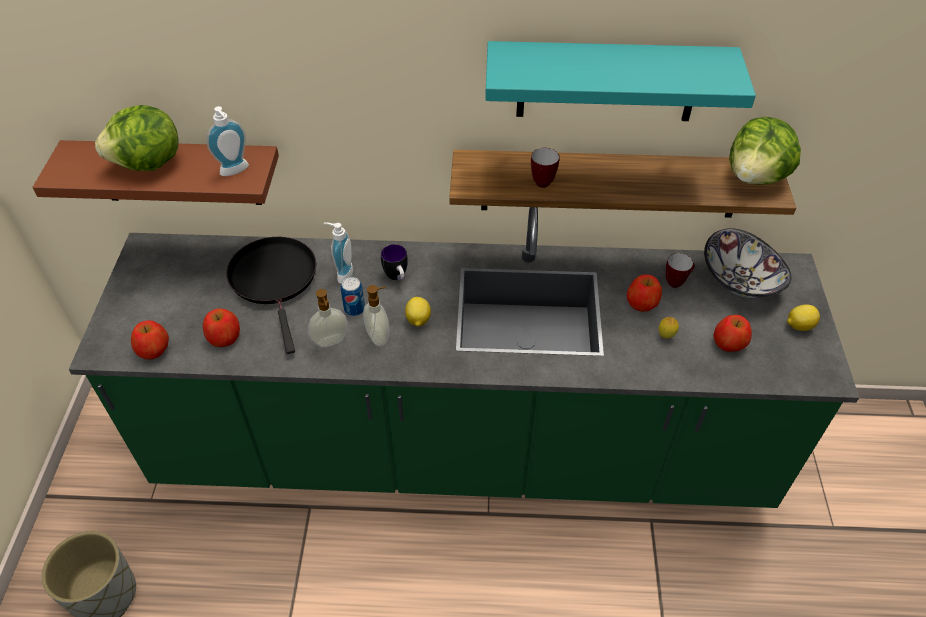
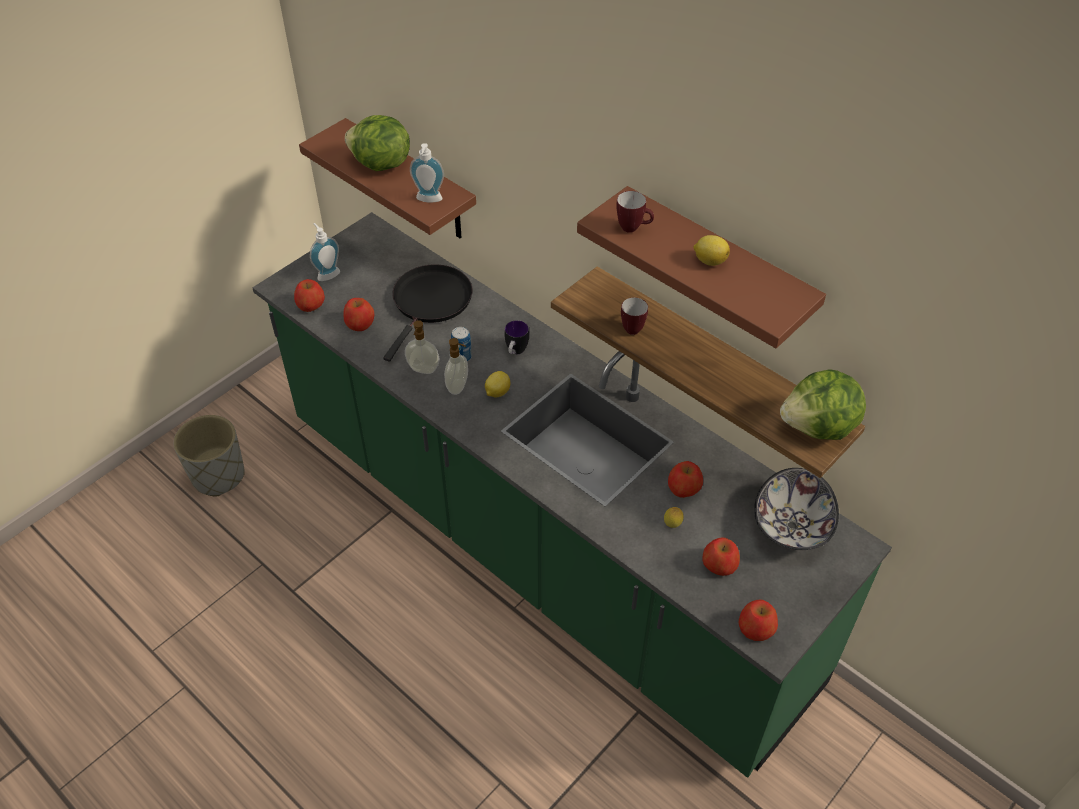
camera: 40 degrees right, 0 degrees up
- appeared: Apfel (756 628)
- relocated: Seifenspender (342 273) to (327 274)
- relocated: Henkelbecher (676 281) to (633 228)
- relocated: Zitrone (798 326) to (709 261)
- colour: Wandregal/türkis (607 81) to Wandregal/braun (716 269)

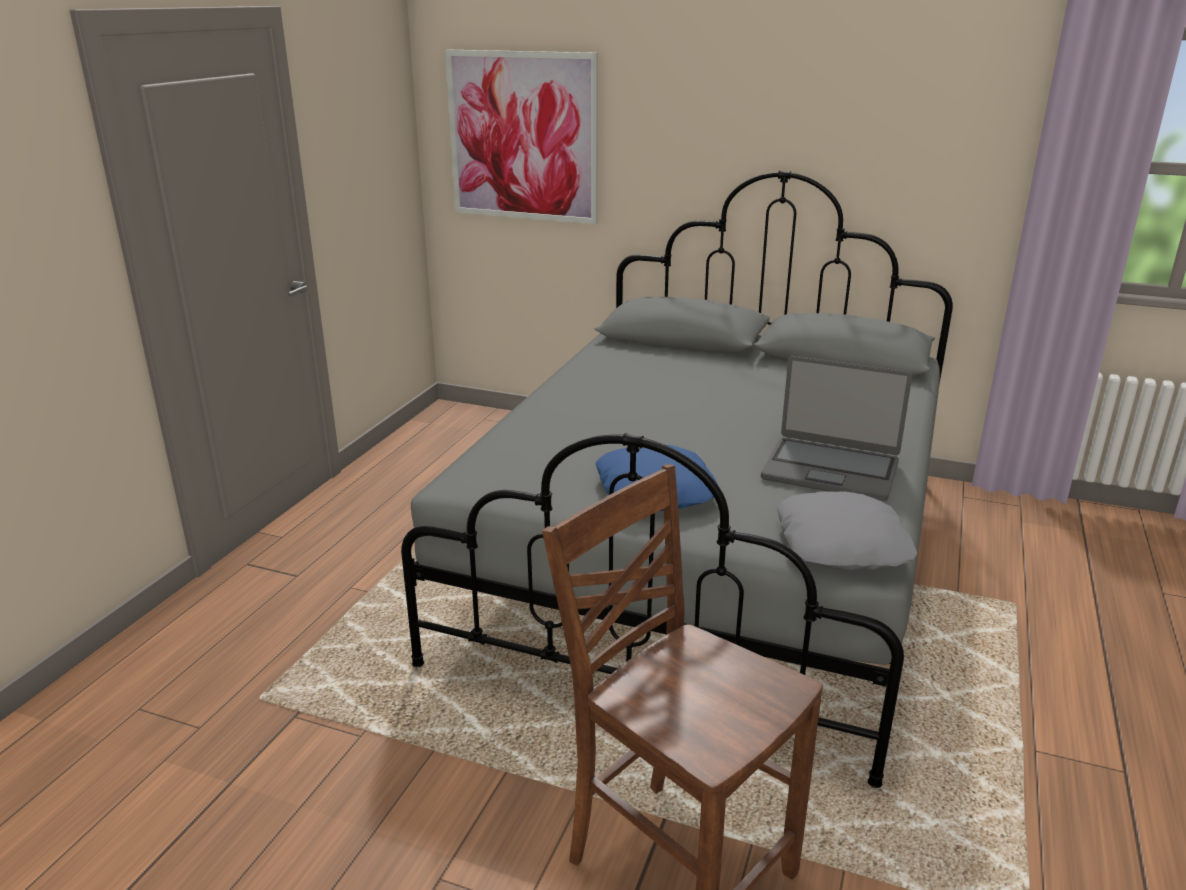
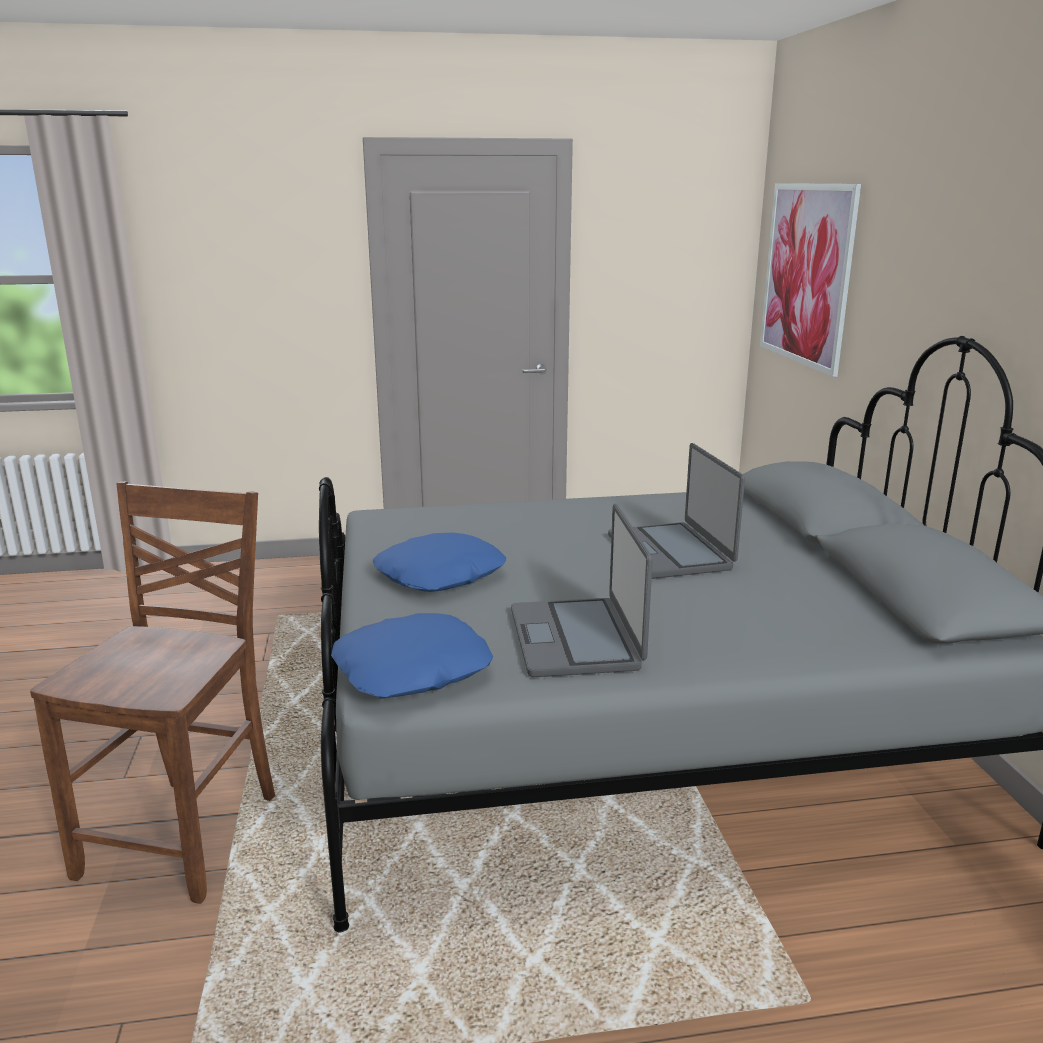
camera: 60 degrees right, 5 degrees down
- appeared: Laptop (671 552)
- colour: Kissen/grau (842 544) to Kissen/blau (413 670)

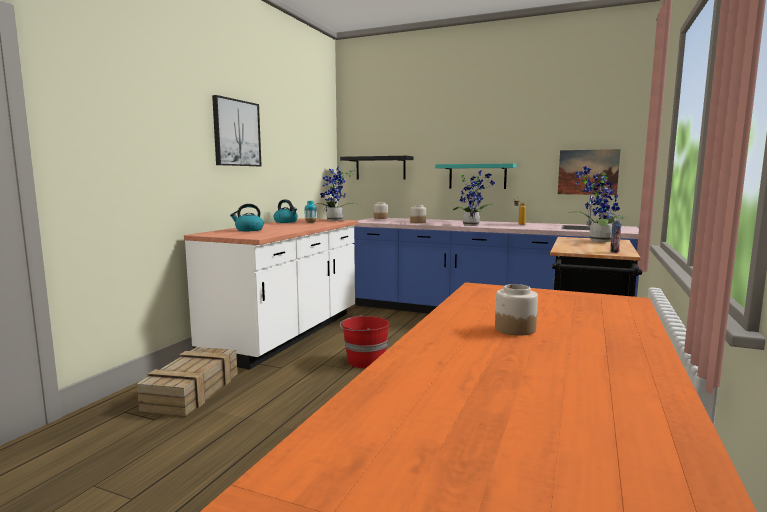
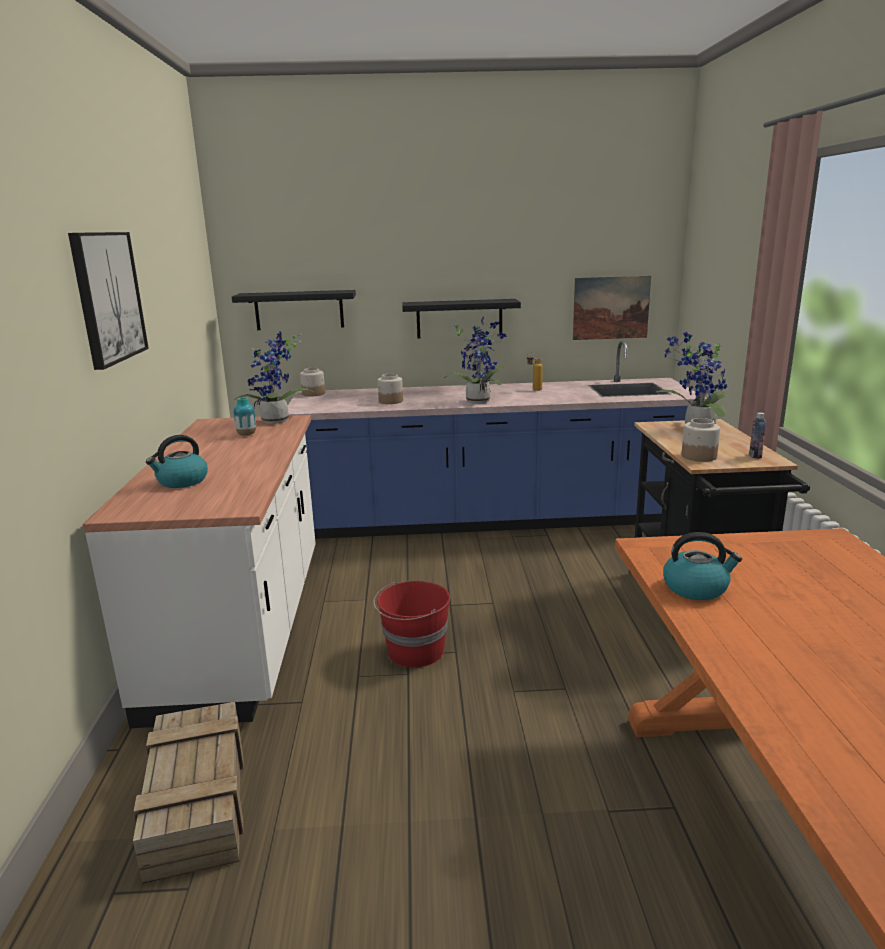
camera: 25 degrees left, 10 degrees up
- relocated: Wasserkessel (286 222) to (696 588)
- relocated: Vorratsglas (514 329) to (698 456)
- colour: Wandregal/türkis (477 176) to Wandregal/schwarz (459 318)

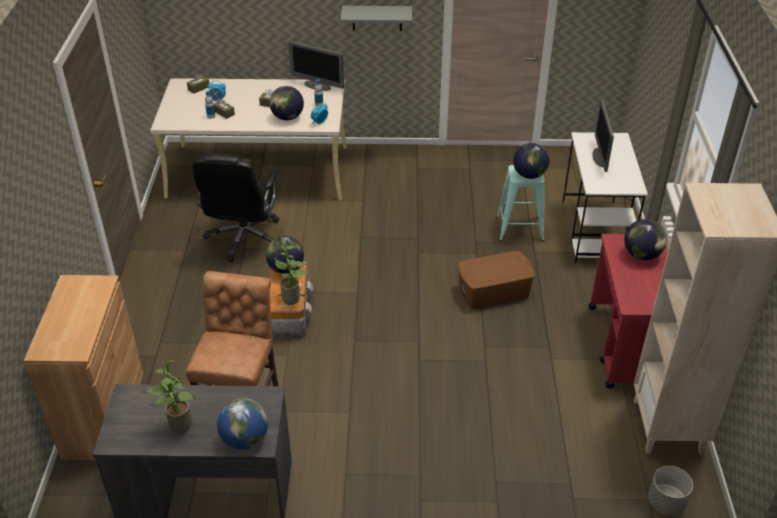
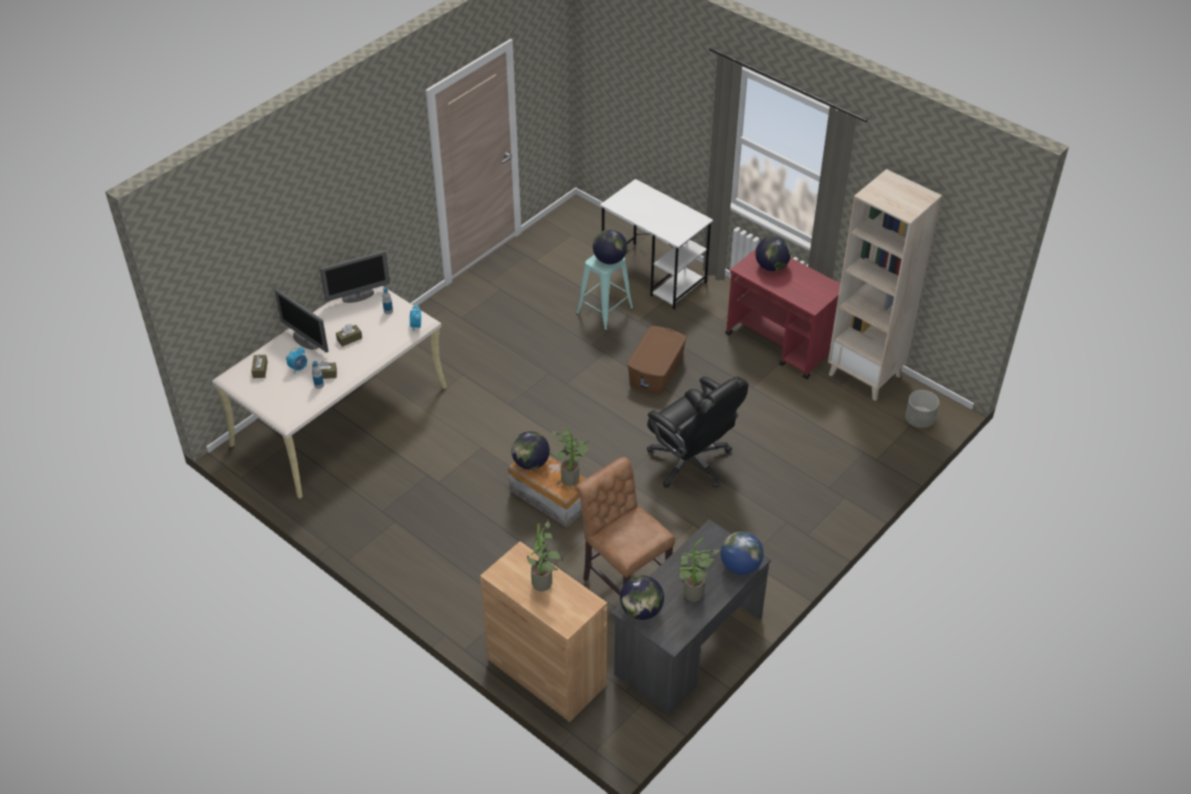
camera: 50 degrees left, 5 degrees up
- missing: Wandregal/grau (377 18)
- appeared: Topfpflanze (545 584)
- relocated: Bürostuhl/schwarz (244 238) to (691 462)
- relocated: Globus (287 117) to (641 610)
- relocated: Monitor (600 158) to (305 340)

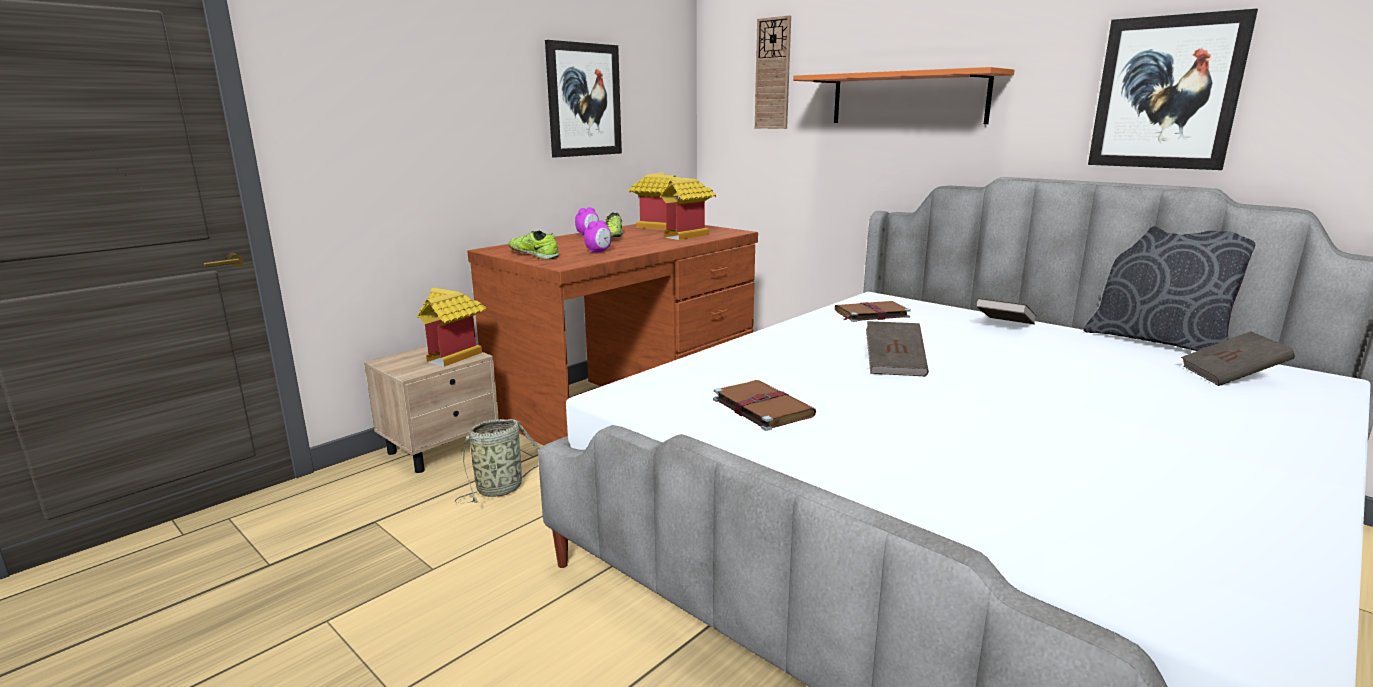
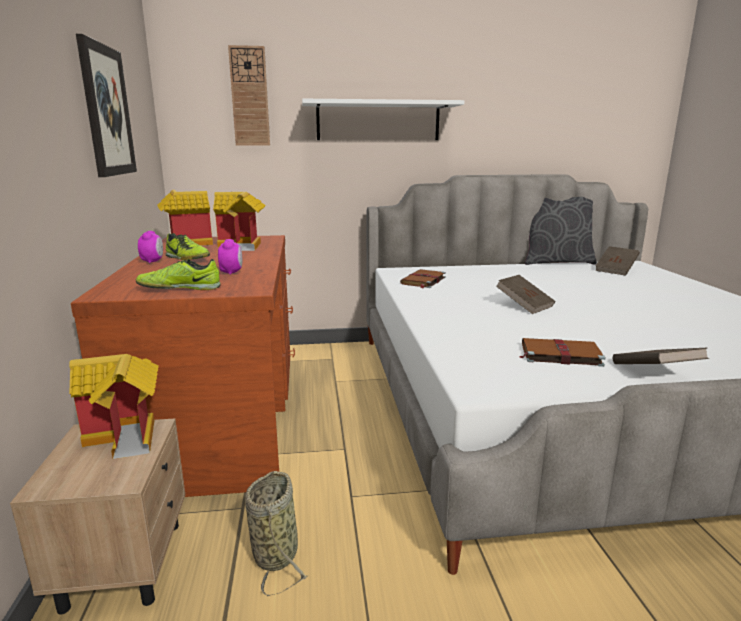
camera: 50 degrees left, 0 degrees up
- missing: Bild (1166 93)
- relocated: Buch/braun (1004 326) to (654 373)
- colour: Wandregal/orange (907 98) to Wandregal/weiß (378 121)

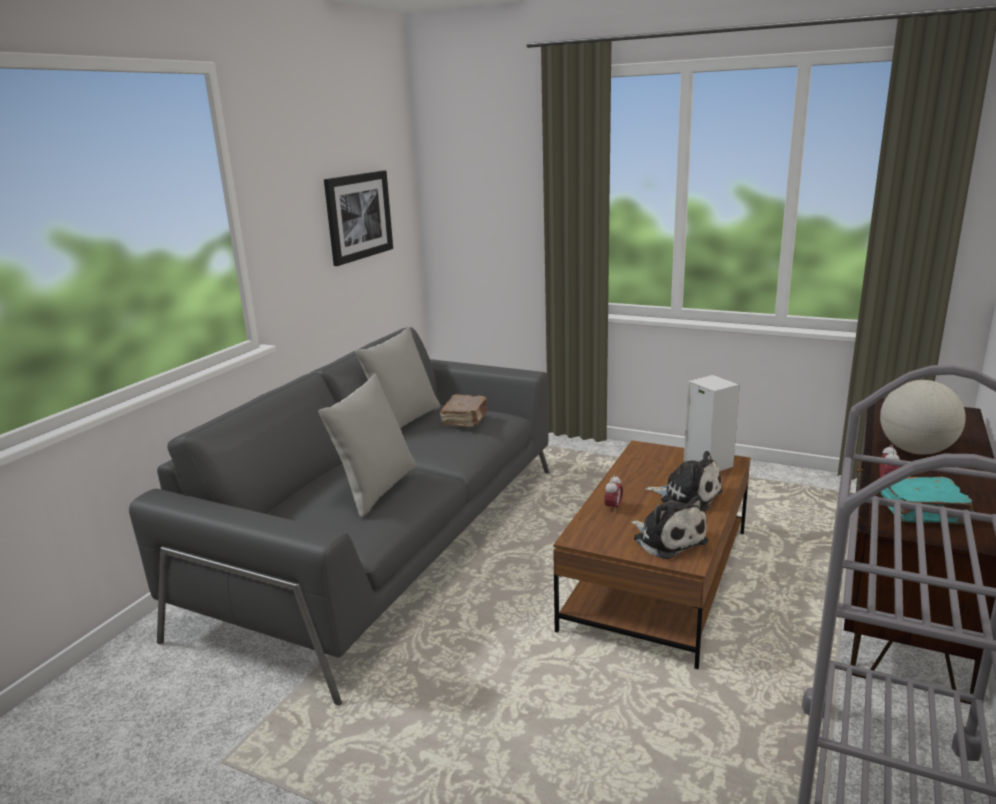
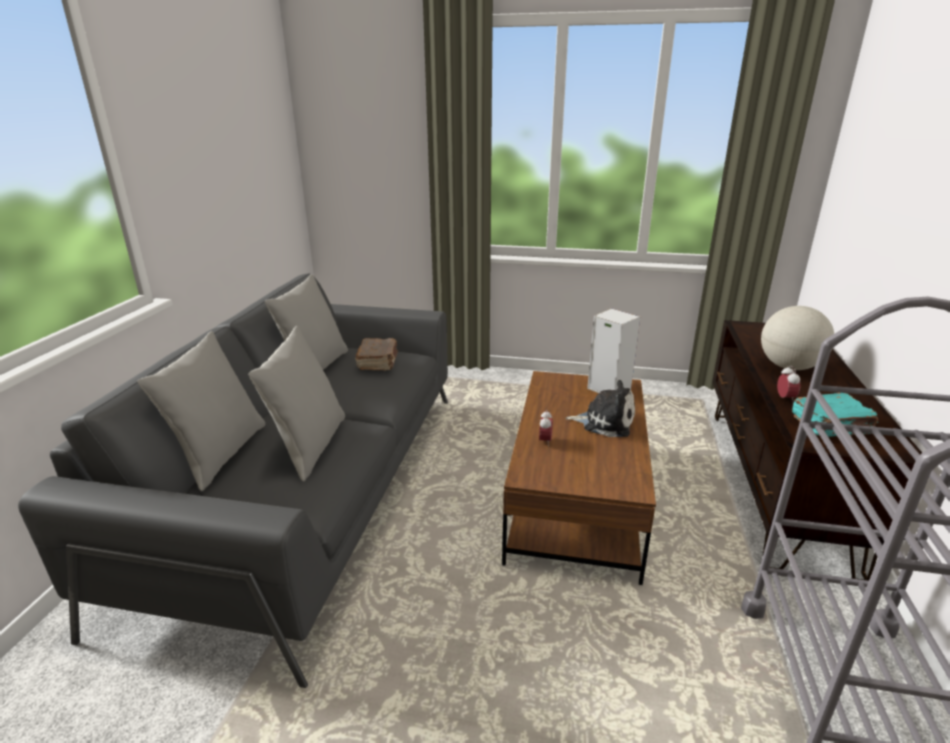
camera: 15 degrees left, 5 degrees up
- missing: Bild (358 216)
- missing: Plüschtier (667 539)
- appeared: Kissen/grau (220 454)

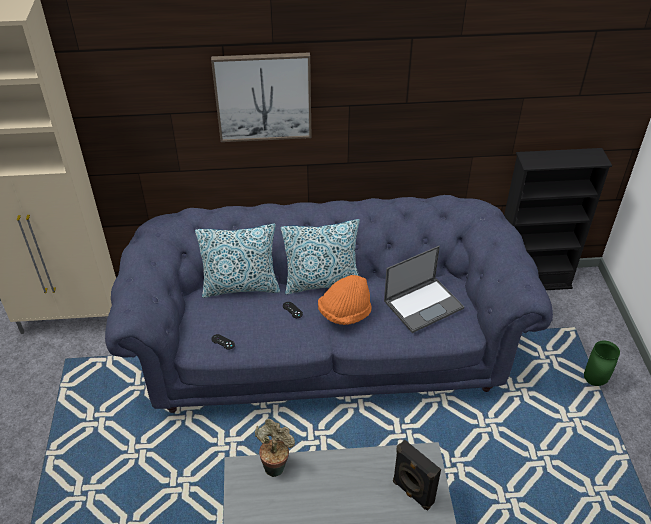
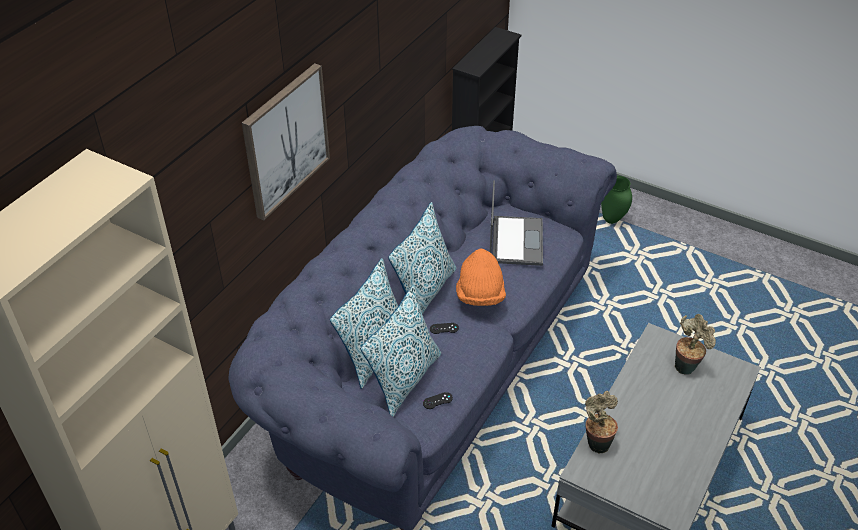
camera: 55 degrees left, 0 degrees up
- appeared: Kissen (404 380)
- exchanged: Lautsprecher/schwarz (412 493) to Topfpflanze (686 366)

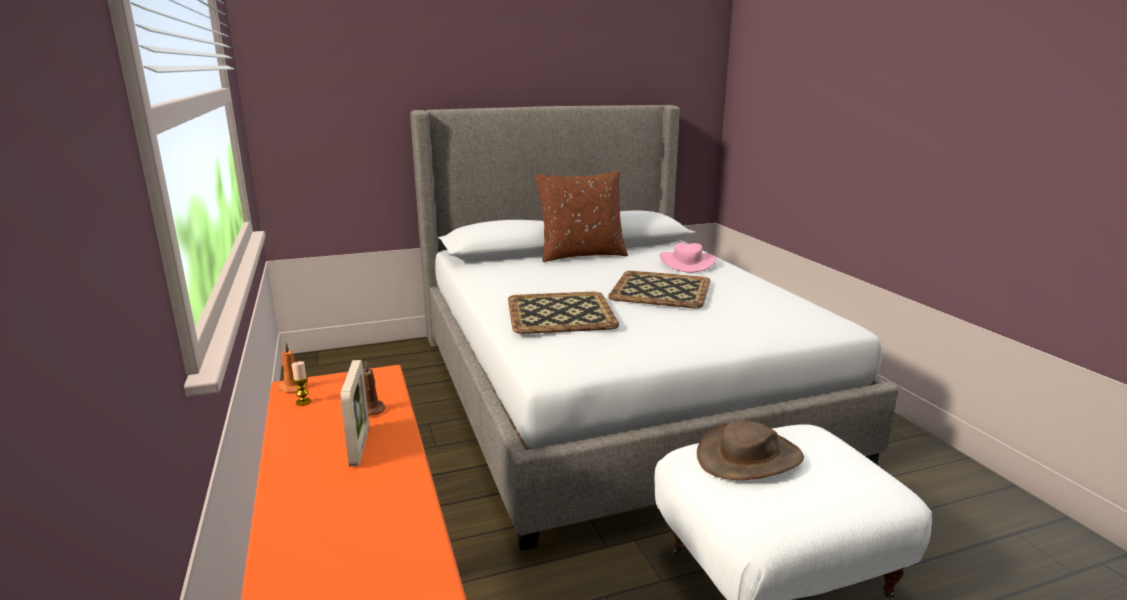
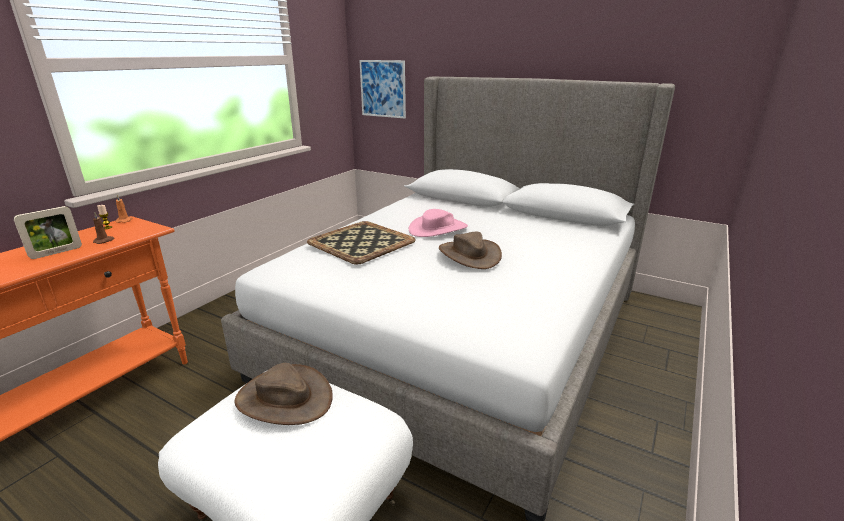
camera: 50 degrees right, 5 degrees up
- missing: Kissen/braun (581 255)
- appeared: Bild (382 89)
- relocated: Hut/rosa (687 263) to (438 229)
- exchanged: Tablett (659 290) to Hut/braun (469 255)

